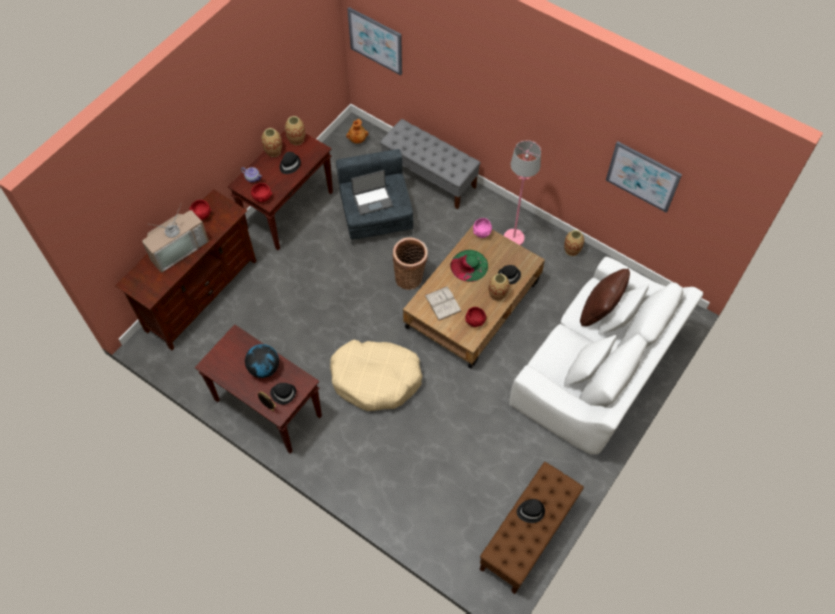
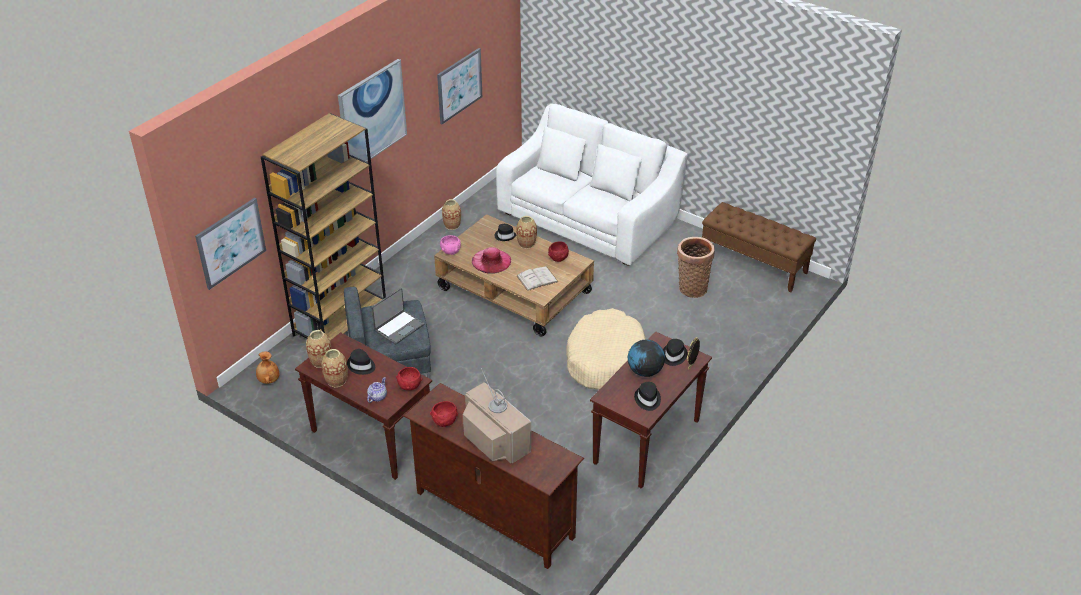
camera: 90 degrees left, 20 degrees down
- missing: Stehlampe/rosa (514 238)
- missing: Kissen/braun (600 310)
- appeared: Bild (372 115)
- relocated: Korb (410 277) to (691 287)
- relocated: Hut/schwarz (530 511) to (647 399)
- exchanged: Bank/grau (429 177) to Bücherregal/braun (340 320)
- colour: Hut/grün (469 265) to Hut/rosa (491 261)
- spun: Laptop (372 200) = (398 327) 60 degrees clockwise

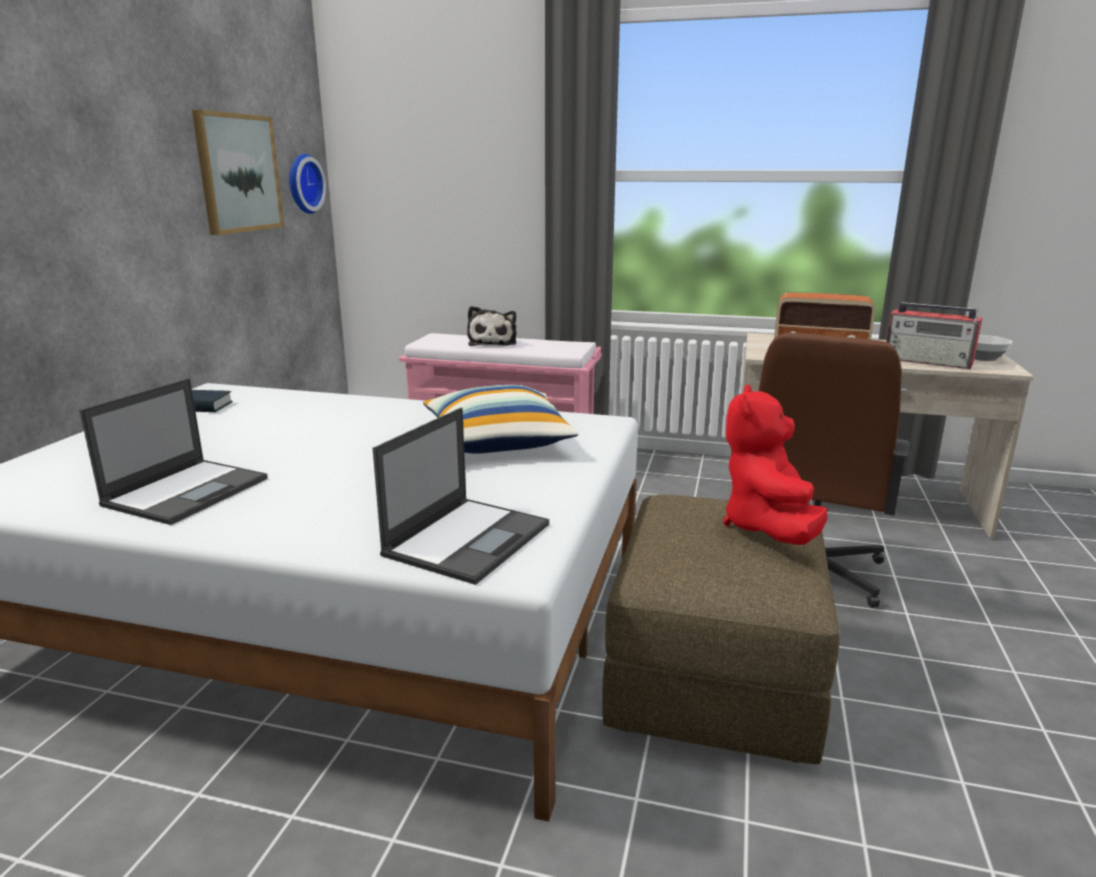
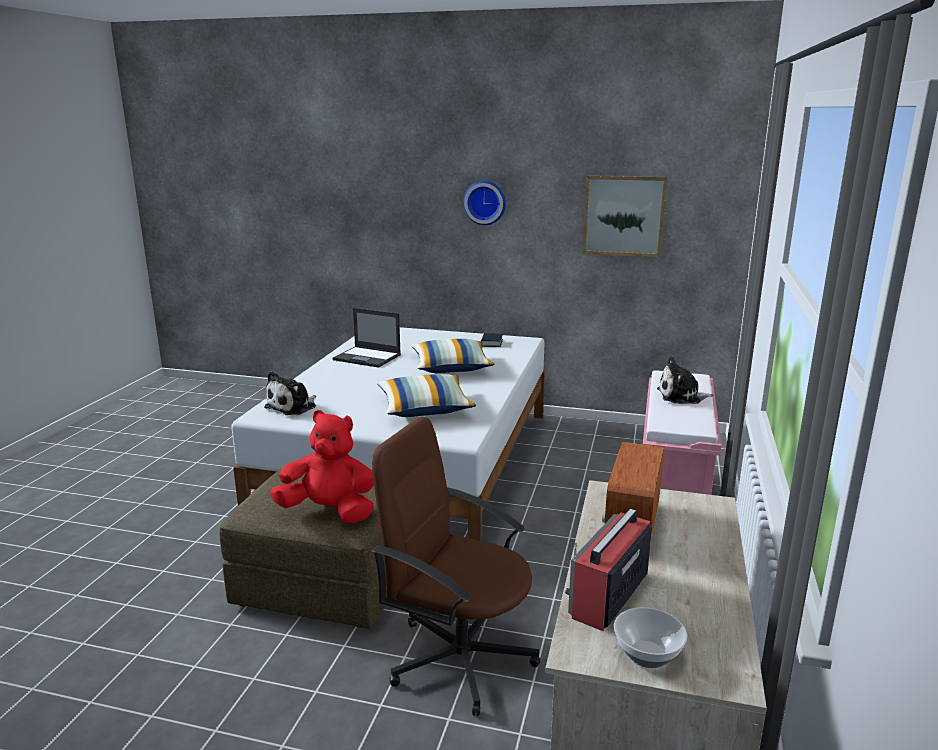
camera: 90 degrees right, 0 degrees up
- appeared: Kissen (451 367)
- relocated: Wanduhr (302 184) to (485 202)
- exchanged: Laptop (468 538) to Plüschtier (293 407)

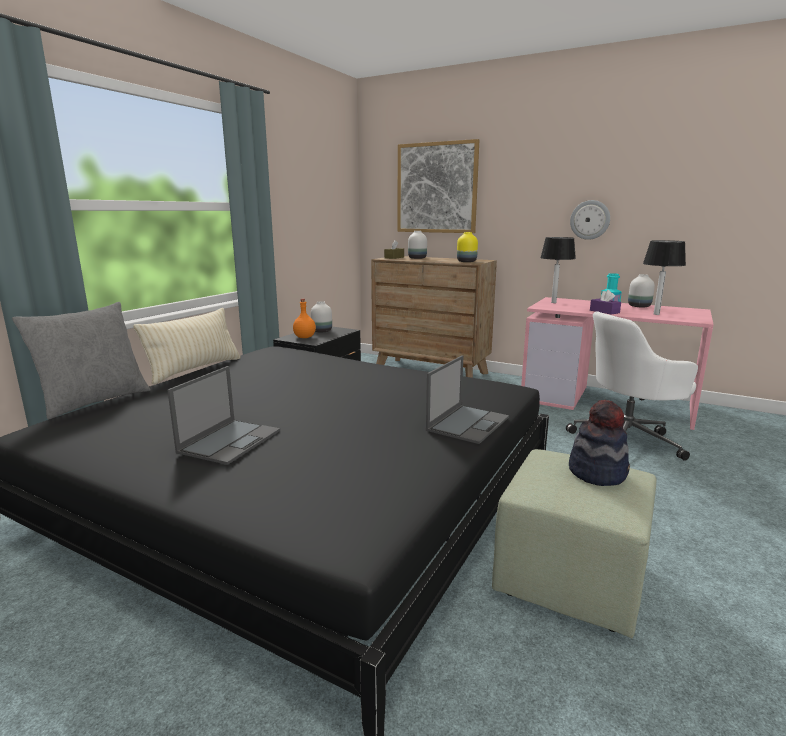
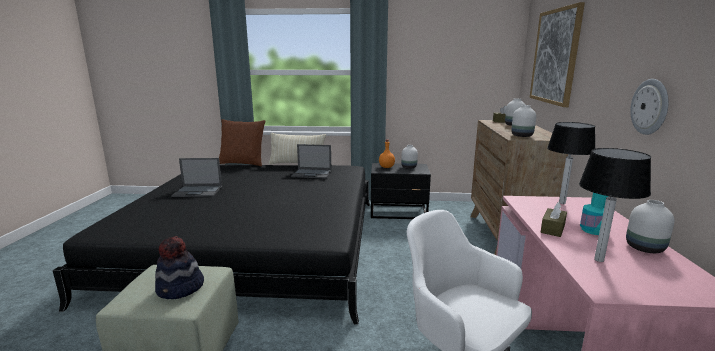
camera: 65 degrees right, 0 degrees up
- relocated: Laptop (468 423) to (312 174)
- colour: Kissen/grau (94 401) to Kissen/braun (243 163)
- colour: Vase/gelb (466 262) to Vase/weiß (521 135)
- colour: Taschentuchbox/lila (604 311) to Taschentuchbox/braun (552 228)

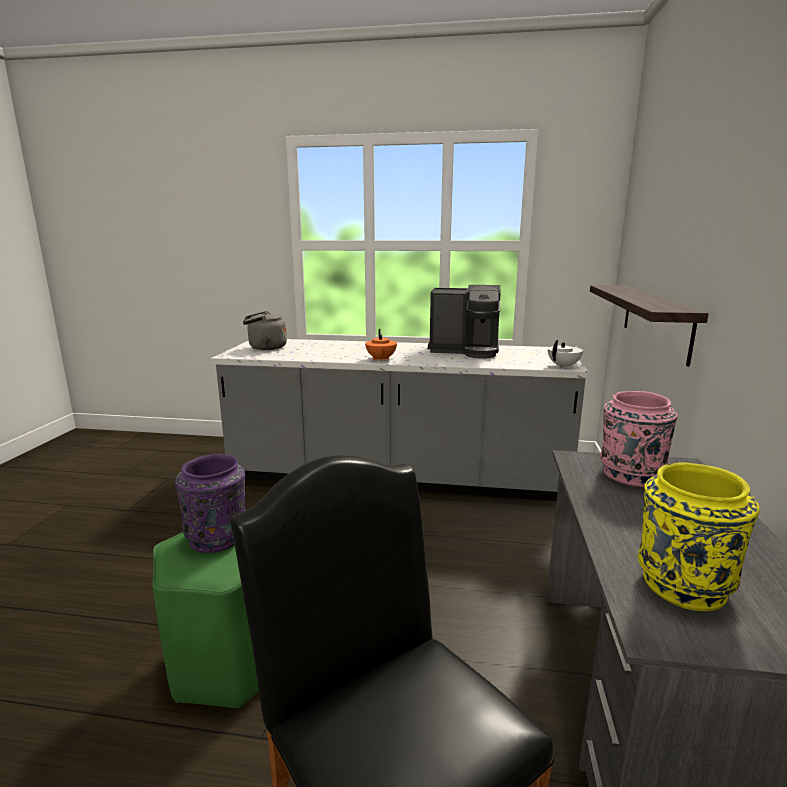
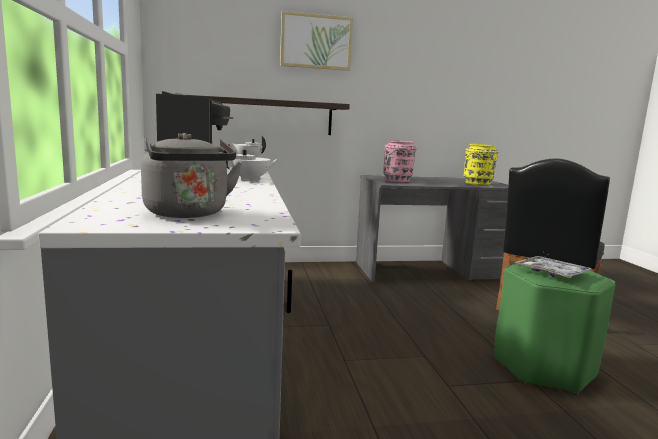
camera: 110 degrees left, 5 degrees down
- appeared: Bild (316 41)
- exchanged: Vase/lila (217 537) to Tablett (552 273)
- colour: Teekanne/orange (380 359) to Teekanne/weiß (251 179)

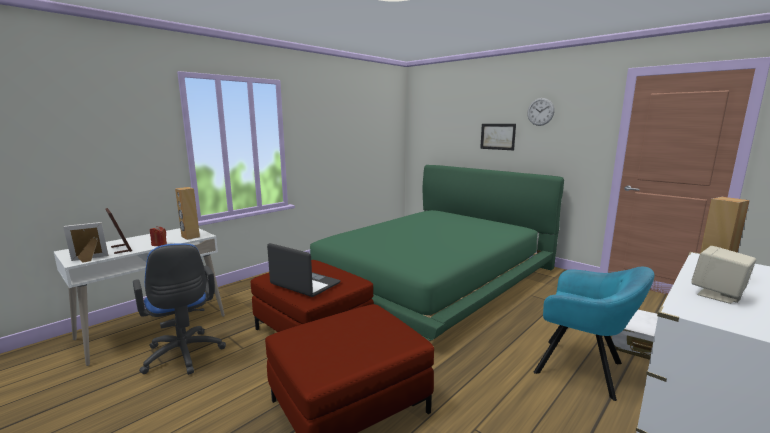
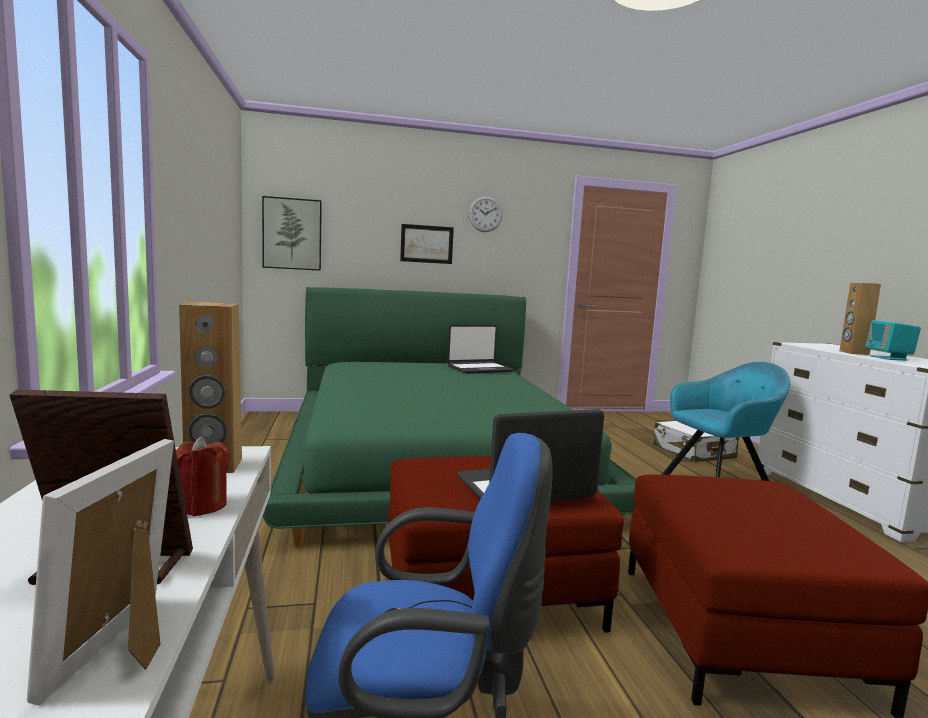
camera: 55 degrees left, 5 degrees down
- appeared: Bild (292 234)
- appeared: Laptop (479 369)
- colour: Lautsprecher/beige (718 295) to Lautsprecher/türkis (889 358)

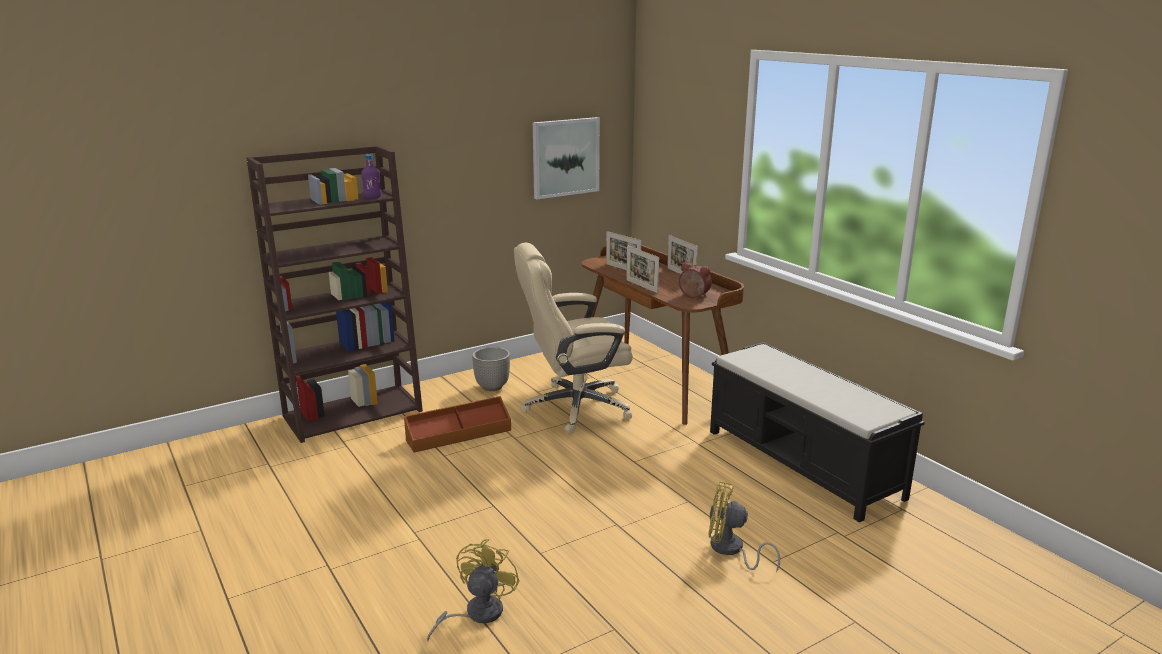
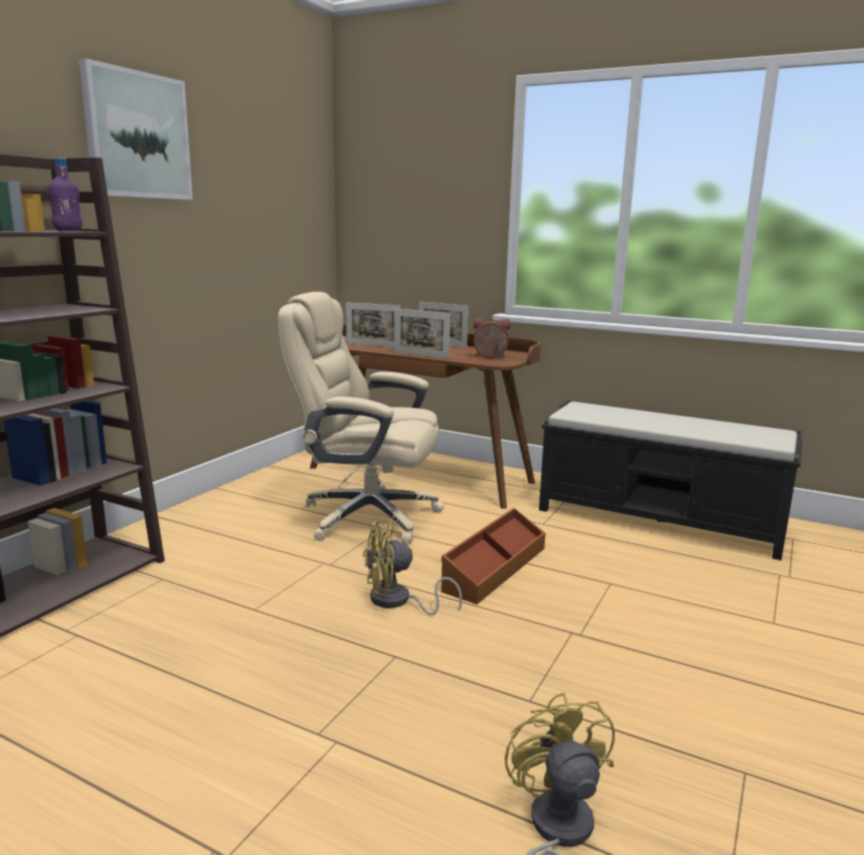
camera: 30 degrees left, 5 degrees down
- missing: Pflanzkübel (492 387)
- relocated: Aufbewahrungsbox/braun (458 434) to (494 568)
- relocated: Bild (565 157) to (137 135)
- relocated: Ventilator/gelb (731 550) to (397 601)
- spun: Bürostuhl/beige (574 408) = (366 516) 60 degrees clockwise

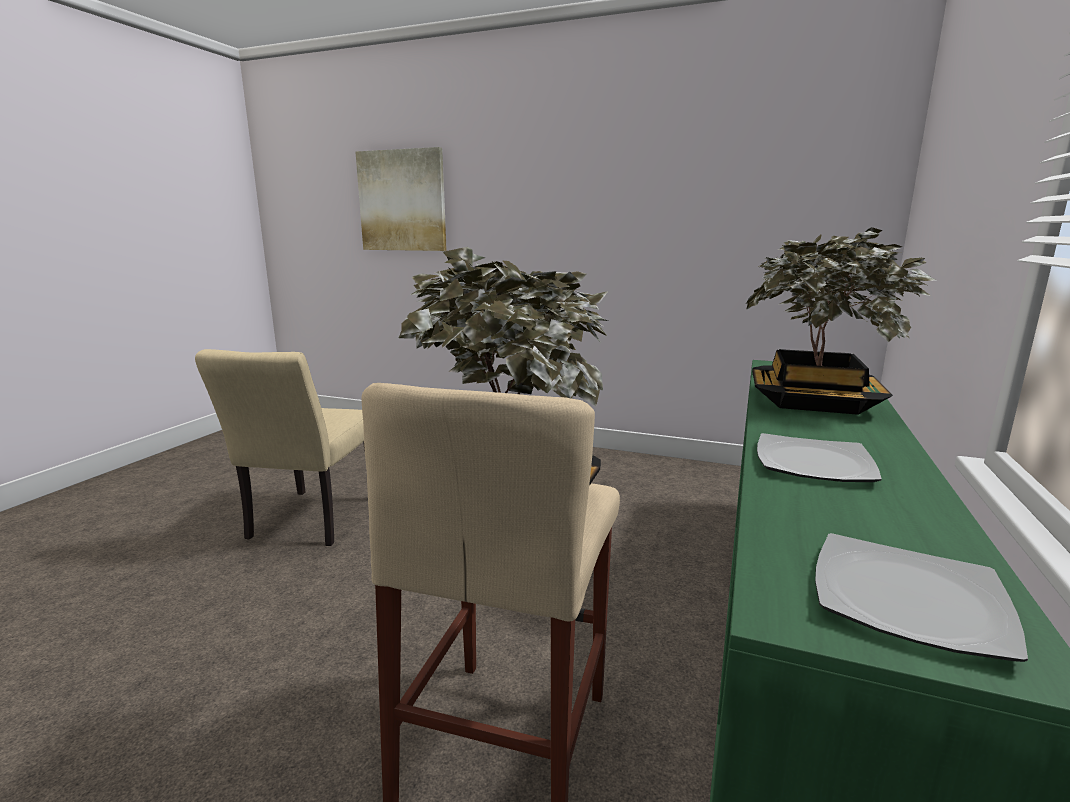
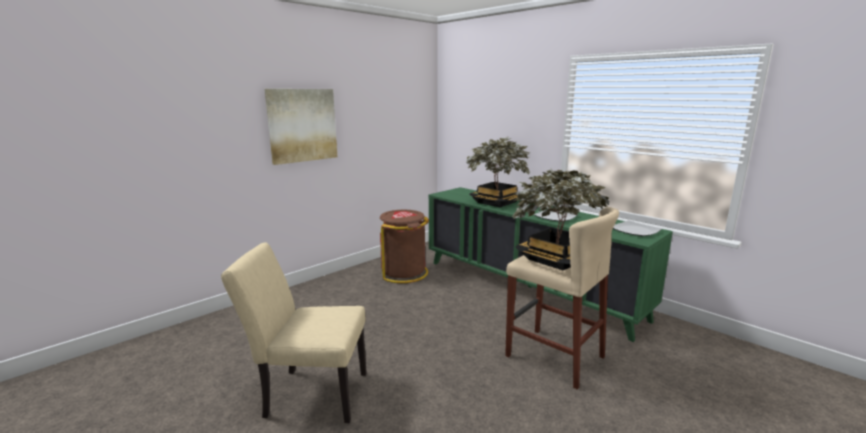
camera: 65 degrees left, 0 degrees up
- appeared: Mülleimer/braun (404 273)
- relocated: Bild (402 201) to (302 125)
- spun: Stuhl/beige (309 522) = (309 394) 150 degrees clockwise

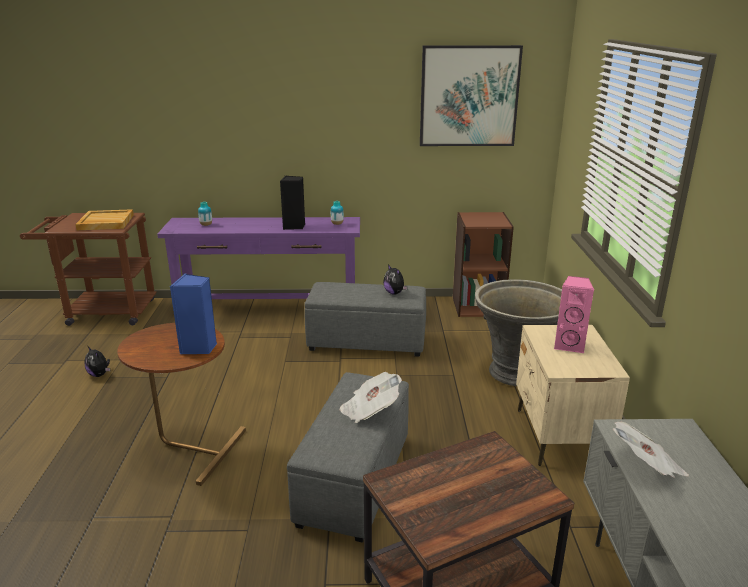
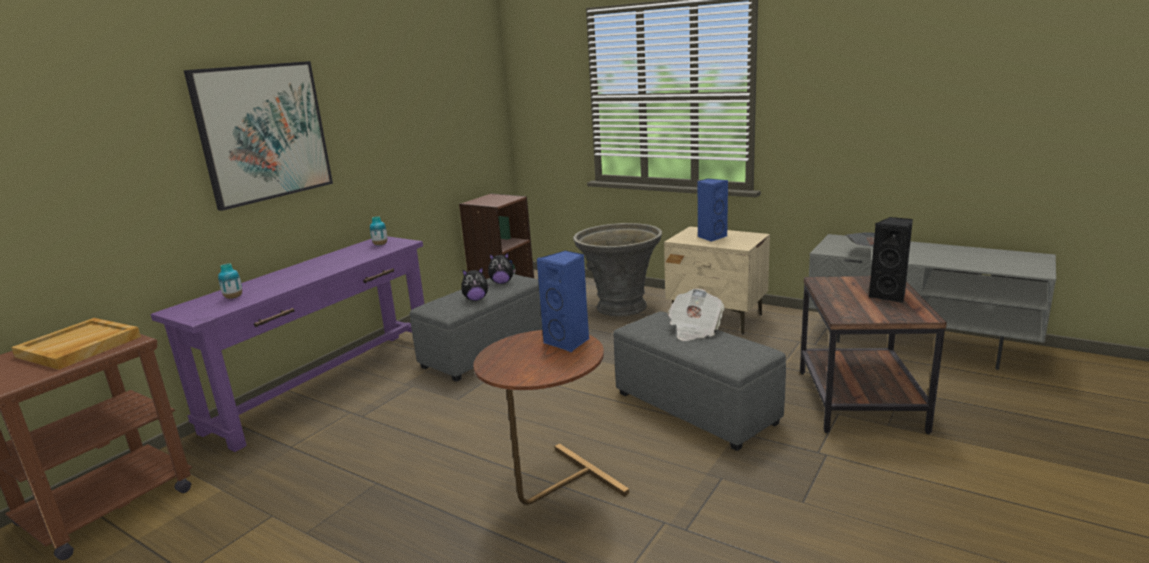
camera: 55 degrees left, 5 degrees down
- relocated: Plüschtier (99 374) to (476 299)
- relocated: Lautsprecher/schwarz (294 226) to (890 295)
- relocated: Bild (469 96) to (263 132)
- colour: Lautsprecher/rosa (569 345) to Lautsprecher/blau (711 237)

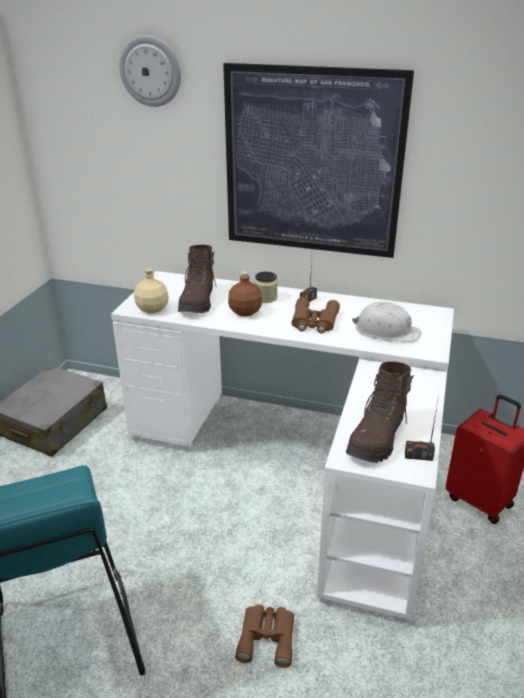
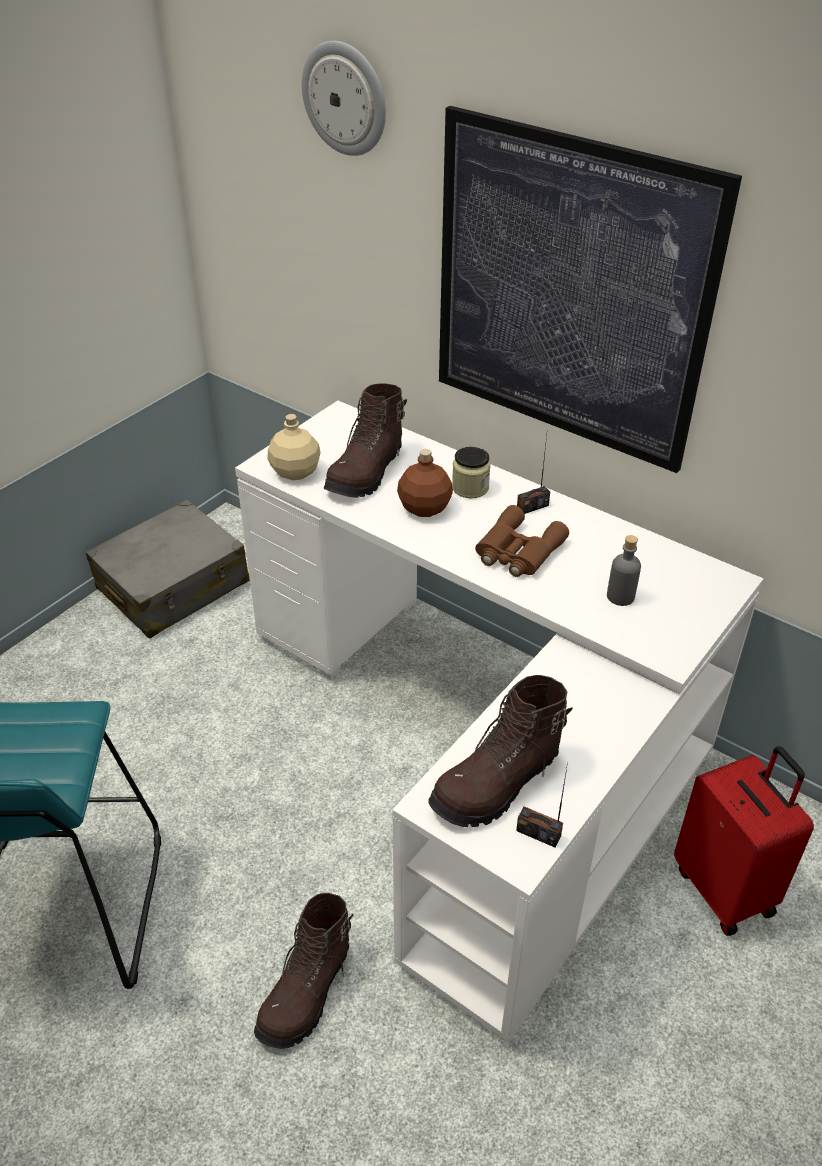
camera: 20 degrees right, 10 degrees up
- exchanged: Fernglas/braun (267 636) to Stiefel/braun (307 992)
- exchanged: Schutzhelm/weiß (386 331) to Flasche/grau (620 596)

